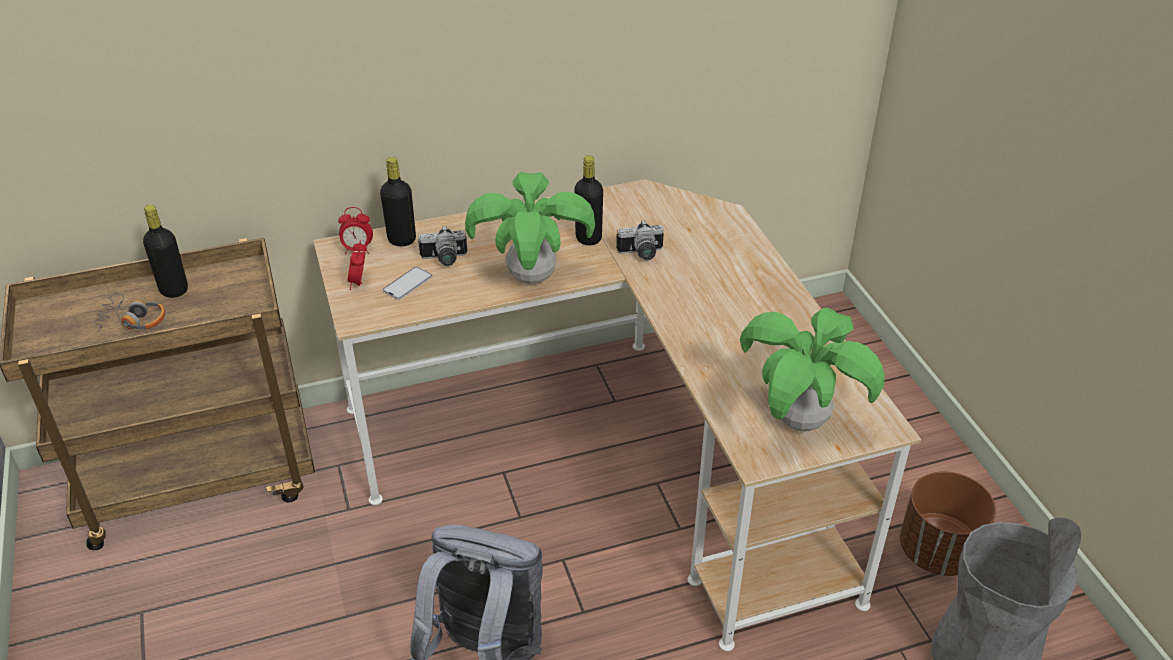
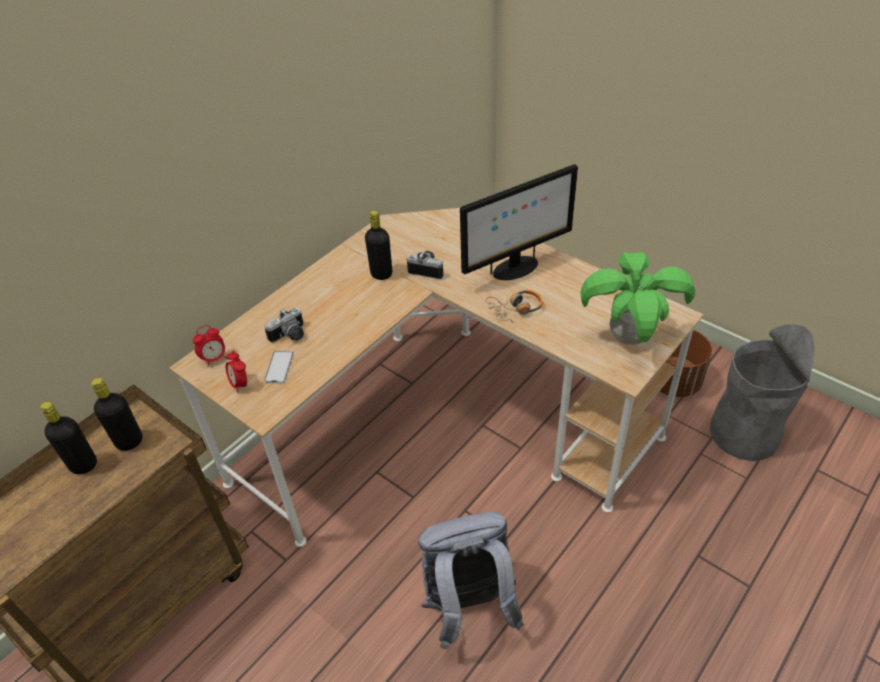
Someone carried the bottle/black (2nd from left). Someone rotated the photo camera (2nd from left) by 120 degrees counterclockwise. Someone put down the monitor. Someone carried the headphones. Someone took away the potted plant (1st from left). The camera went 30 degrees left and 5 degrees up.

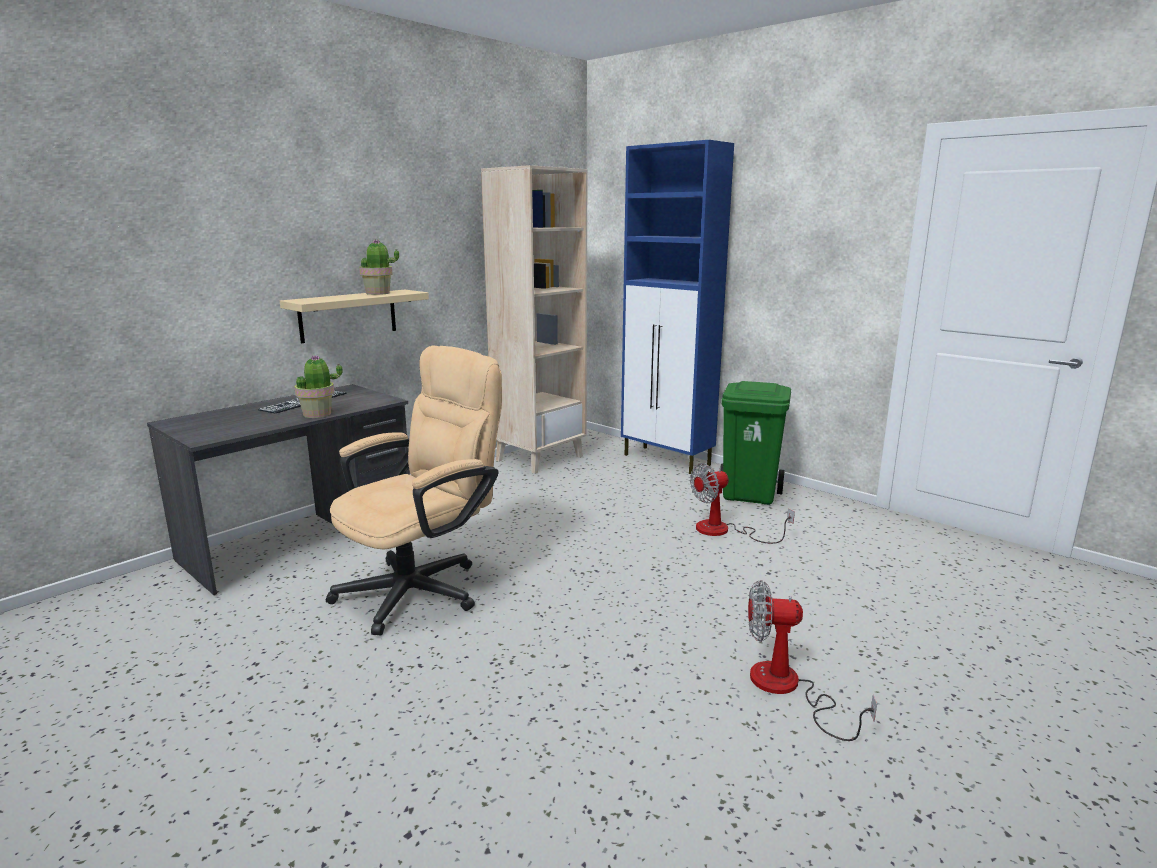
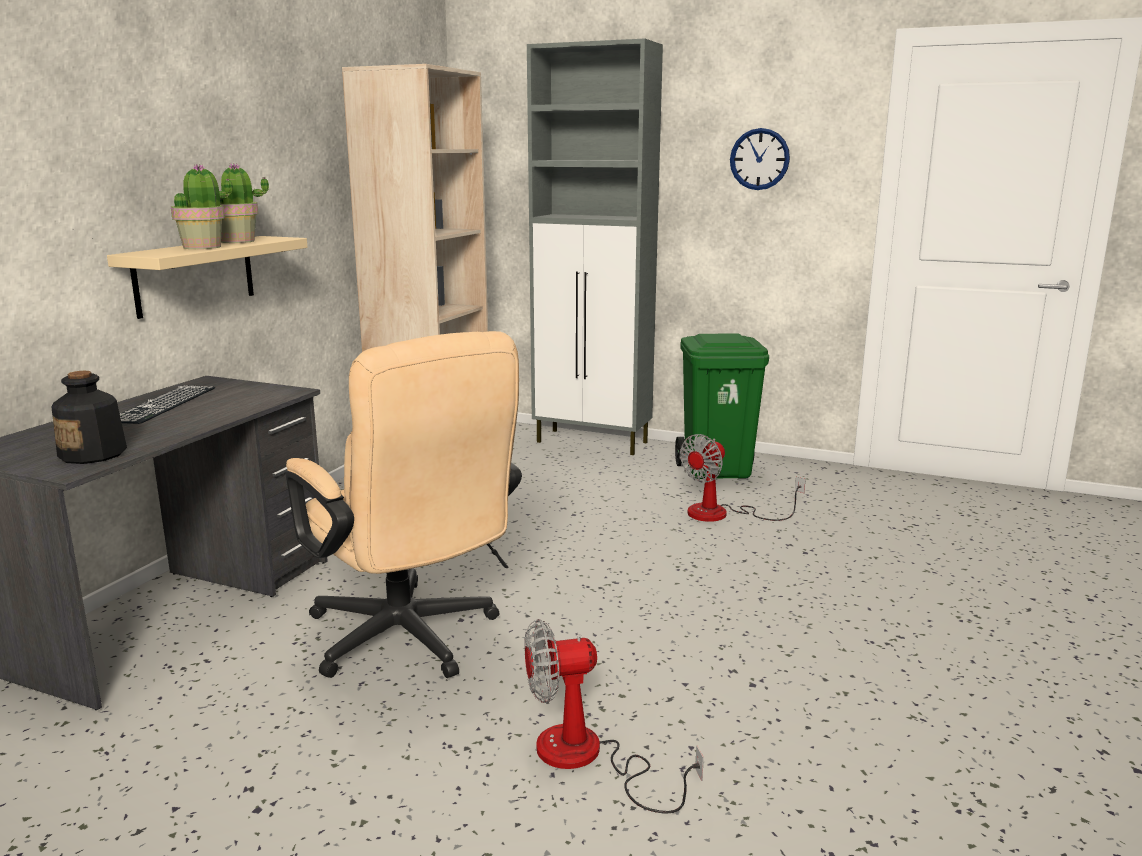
Someone put down the bottle. Someone carried the potted plant (1st from left). Someone rotated the office chair/beige by 120 degrees clockwise. Someone carried the fan (2nd from left in the first image). Someone repainted the cabinet/blue, which became the cabinet/grey. Someone put up the wall clock. The camera went 20 degrees left and 0 degrees up.

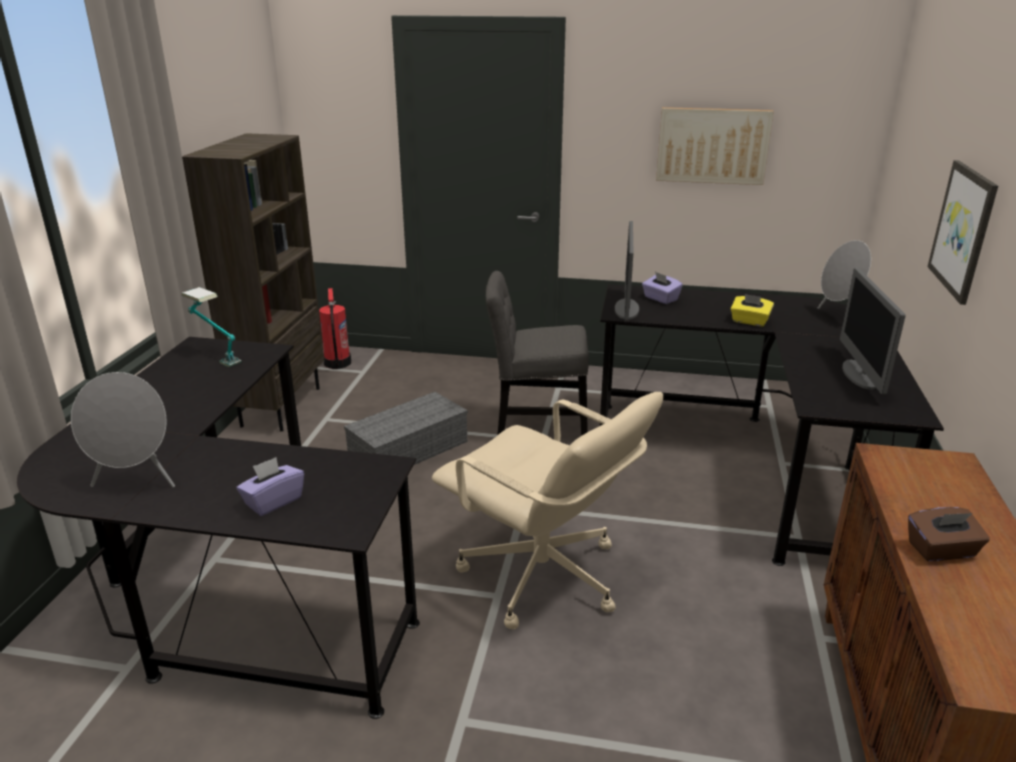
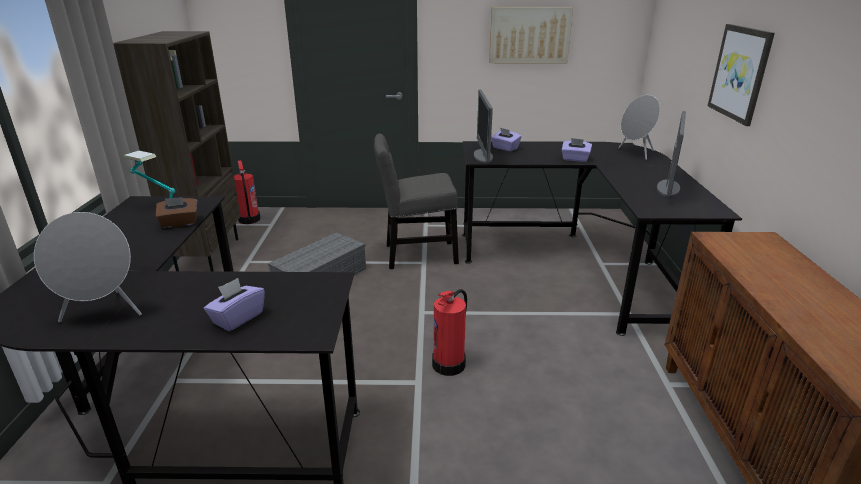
Someone carried the tissue box/brown. Someone swapped the office chair/beige for the fire extinguisher (2nd from left). Someone repainted the tissue box/yellow, which became the tissue box/purple (3rd from left). Someone rotated the monitor (2nd from left) by 150 degrees counterclockwise. The camera went 10 degrees left and 0 degrees up.

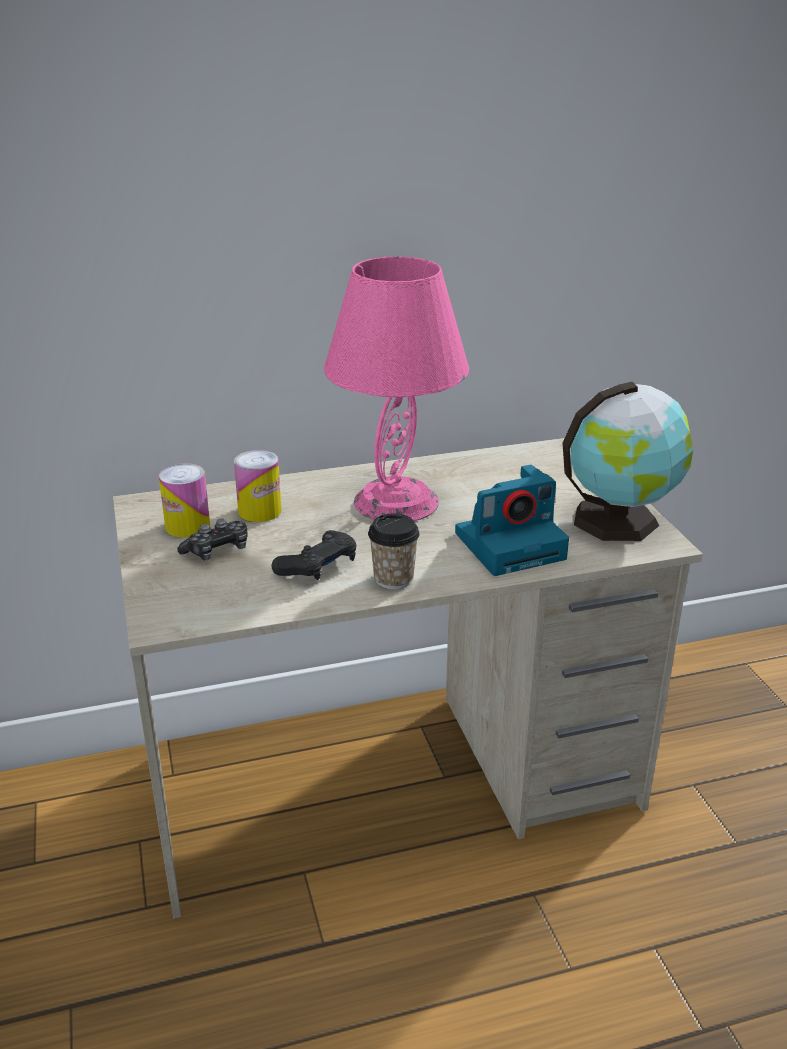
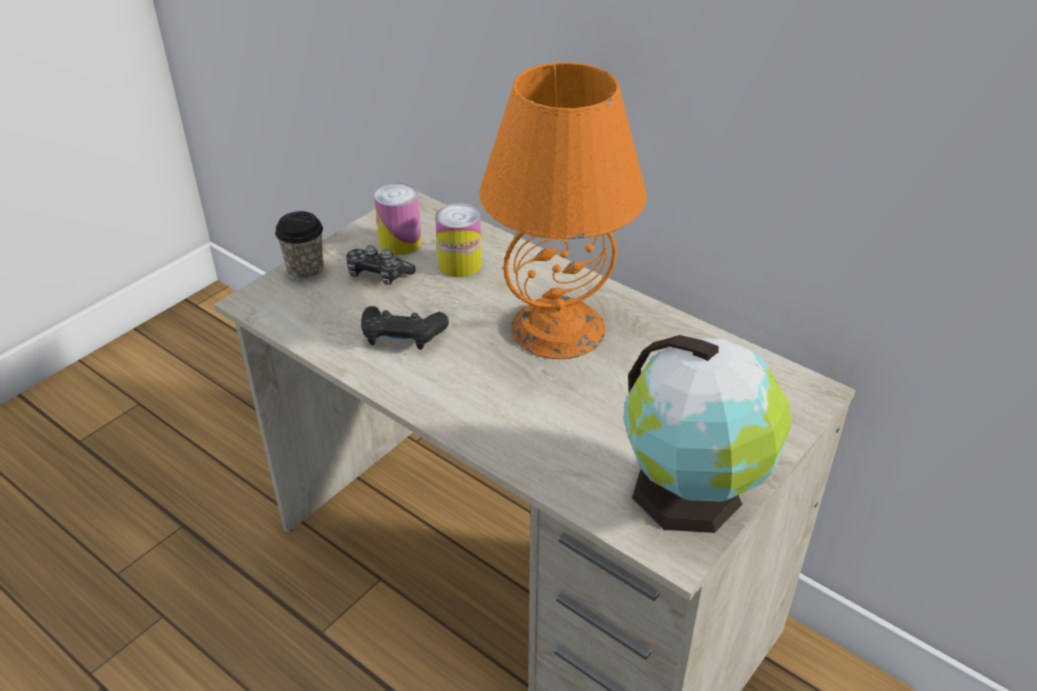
Someone carried the cup. Someone repainted the table lamp/pink, which became the table lamp/orange. Someone took away the photo camera. The camera went 55 degrees right and 10 degrees up.

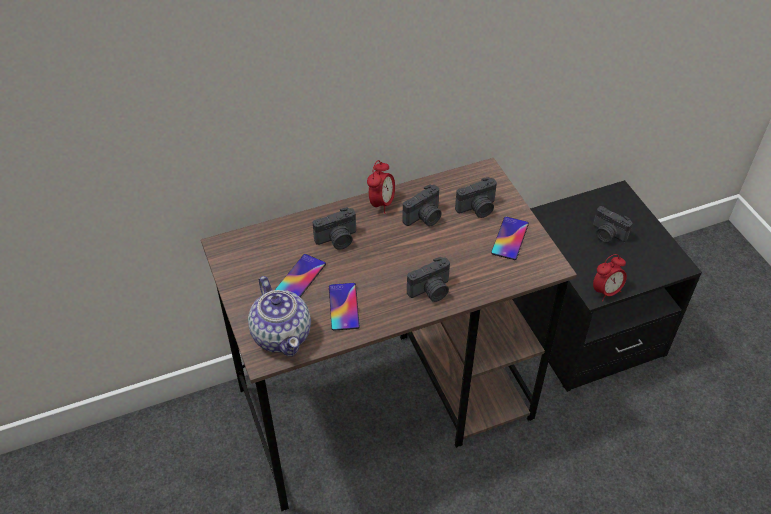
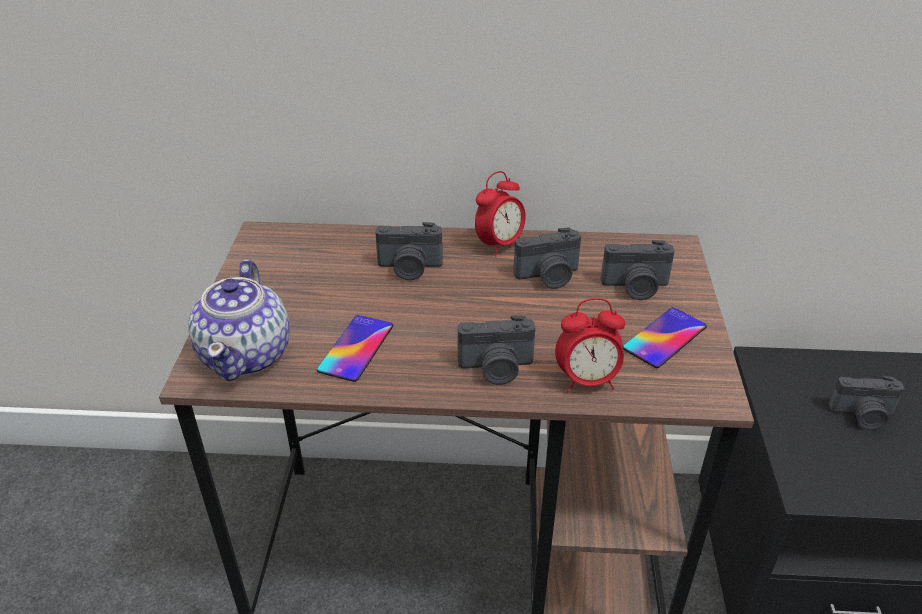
Someone carried the alarm clock (2nd from left). Someone rotated the photo camera (5th from left) by 60 degrees counterclockwise. Someone took away the phone (1st from left). The camera went 25 degrees right and 10 degrees down.

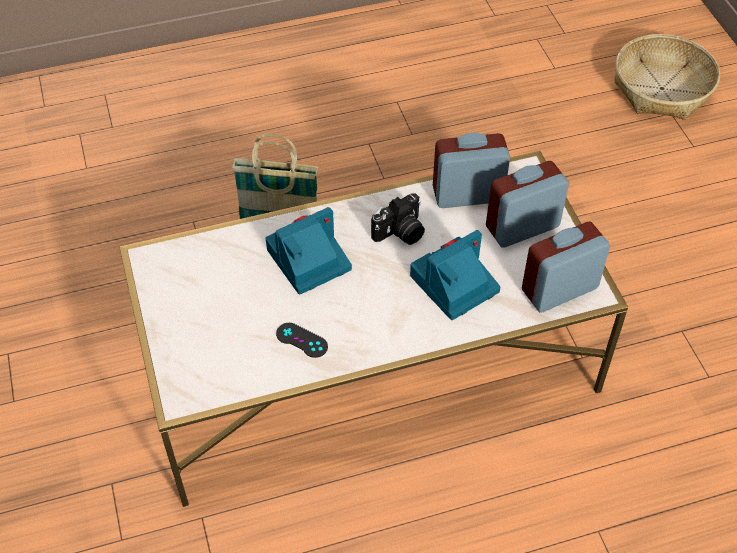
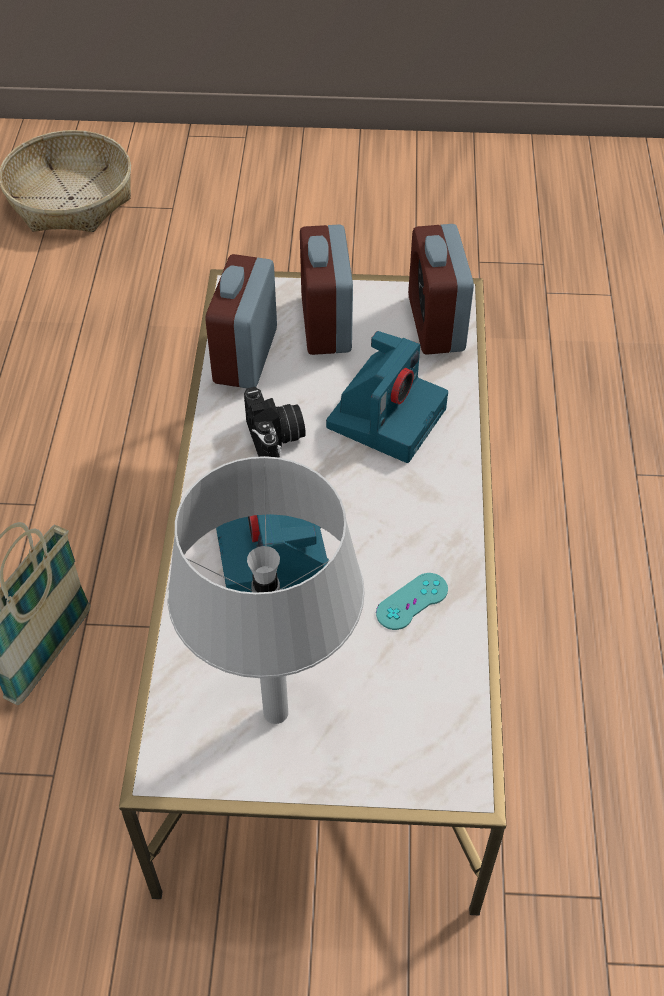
Someone put down the table lamp/grey. Someone rotated the photo camera (3rd from left) by 135 degrees counterclockwise. Someone repainted the game controller/black, which became the game controller/turquoise. The camera went 70 degrees left and 0 degrees up.

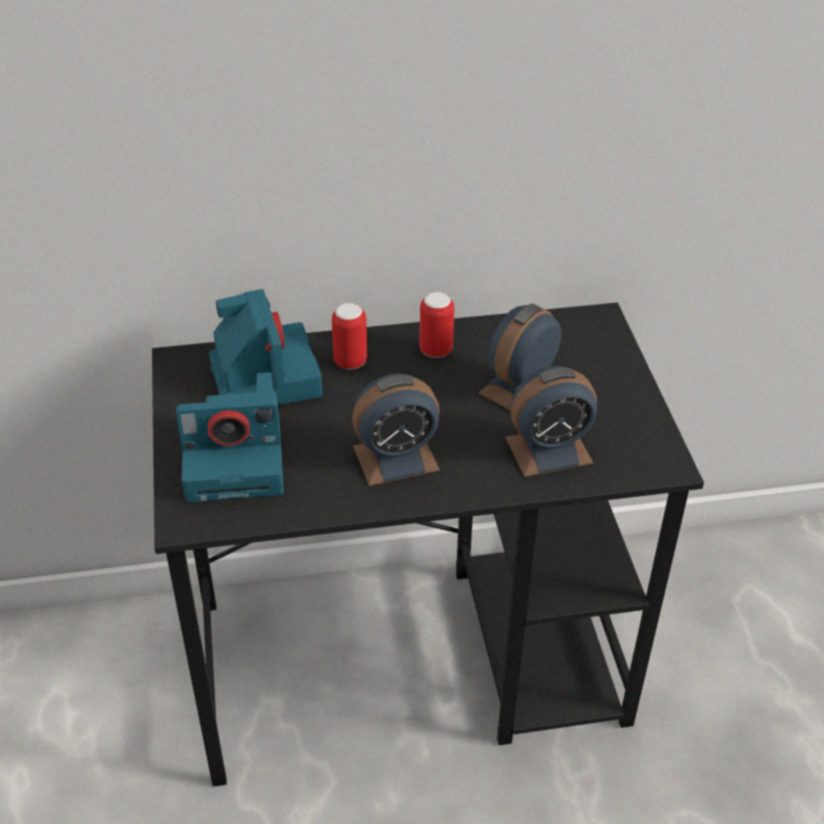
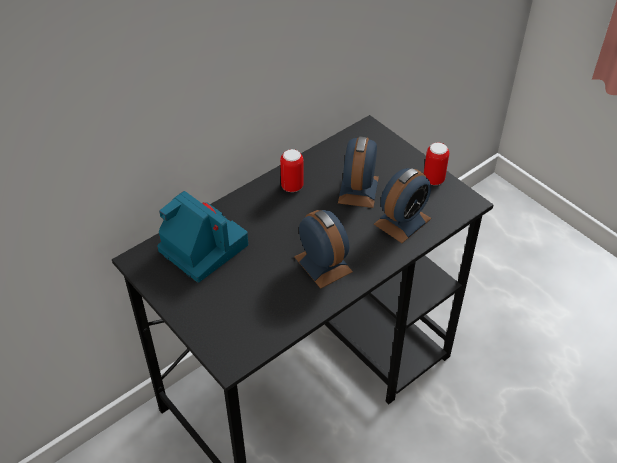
Someone rotated the alarm clock (1st from left) by 75 degrees counterclockwise. Someone carried the can (1st from left in the first image). Someone took away the photo camera (1st from left). The camera went 30 degrees left and 5 degrees up.

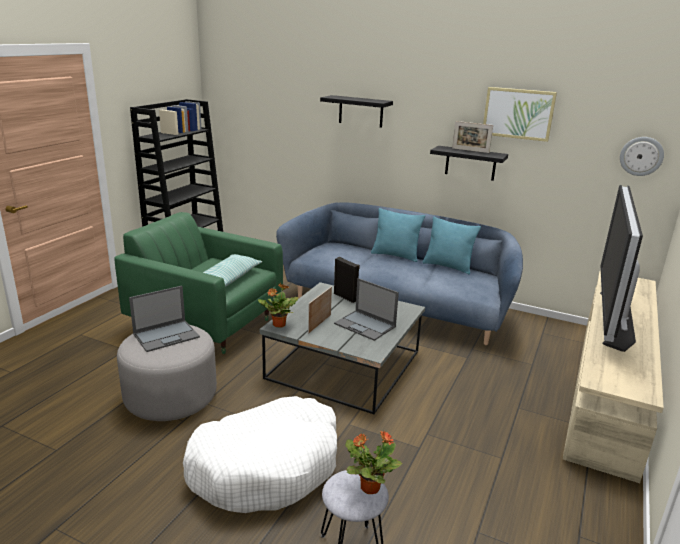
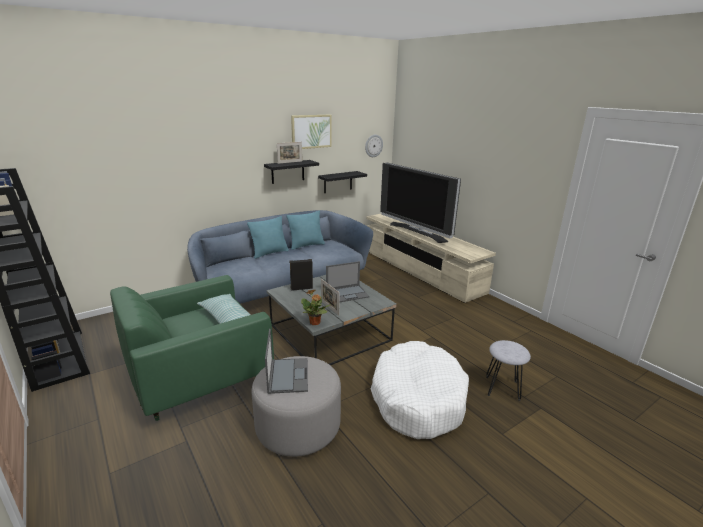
Someone carried the shelf/black (1st from left in the first image). Someone took away the potted plant (2nd from left). The camera went 60 degrees left and 0 degrees up.

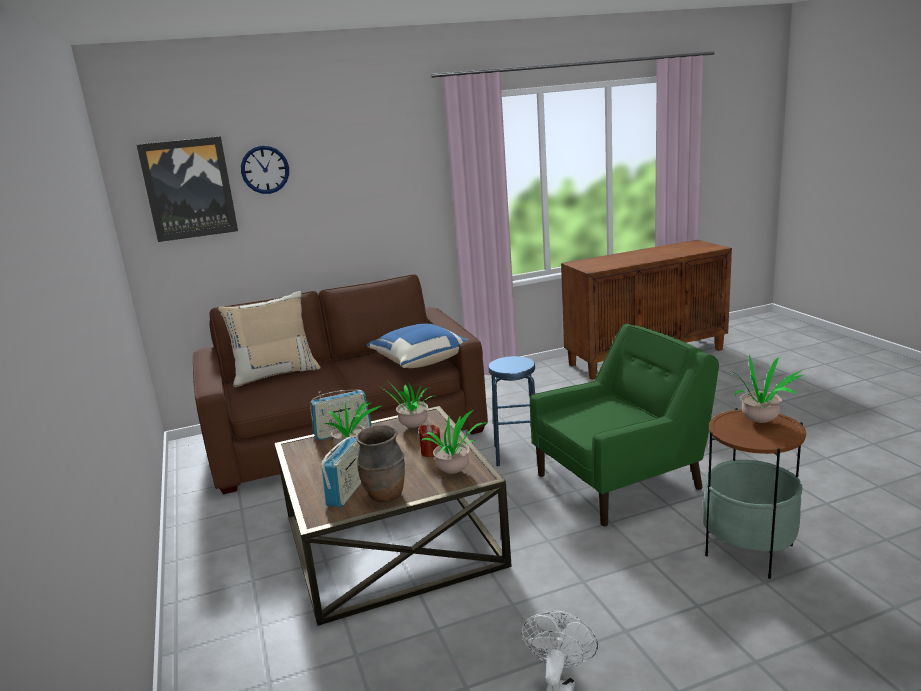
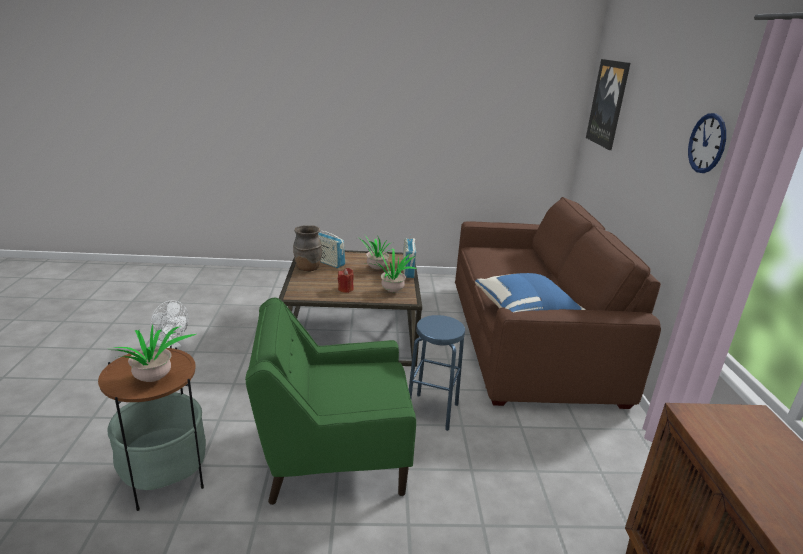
Someone rotated the armchair/green by 90 degrees clockwise. Someone carried the wall clock. Someone took away the pillow/beige. Someone took away the potted plant (3rd from left). The camera went 105 degrees right and 5 degrees up.

